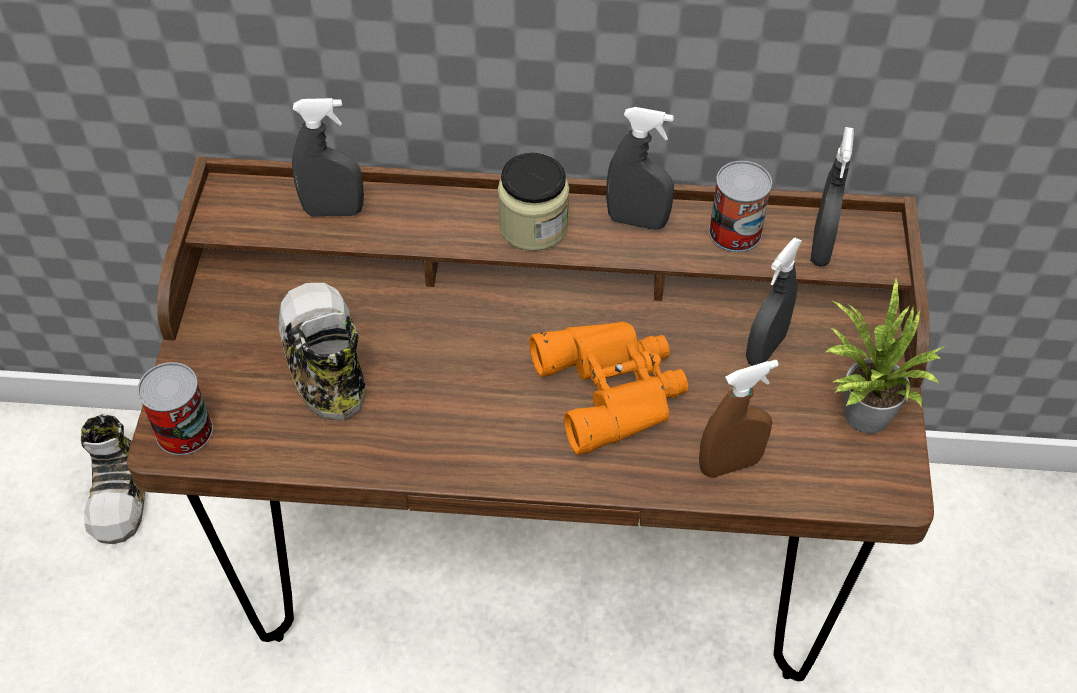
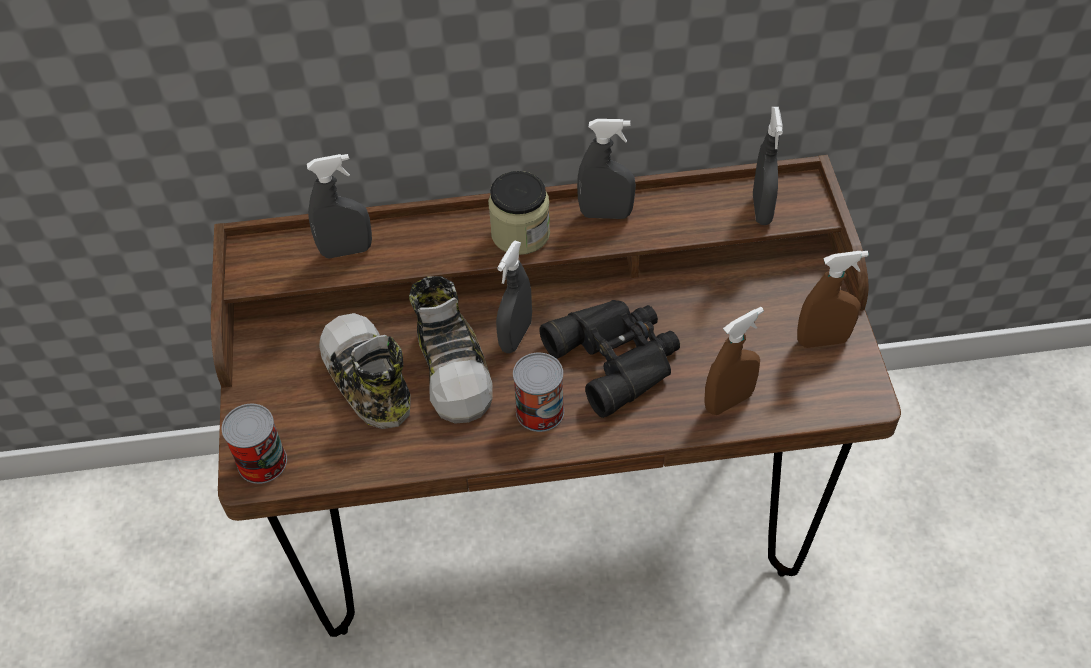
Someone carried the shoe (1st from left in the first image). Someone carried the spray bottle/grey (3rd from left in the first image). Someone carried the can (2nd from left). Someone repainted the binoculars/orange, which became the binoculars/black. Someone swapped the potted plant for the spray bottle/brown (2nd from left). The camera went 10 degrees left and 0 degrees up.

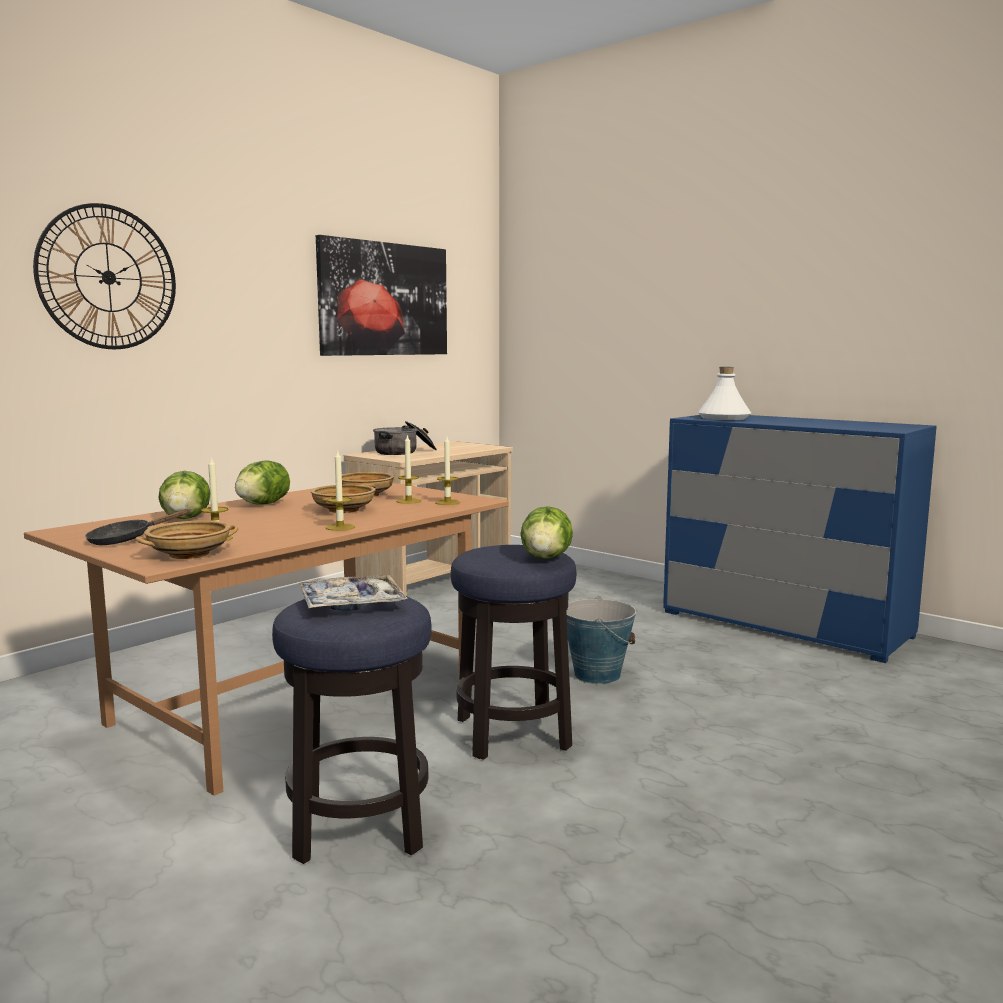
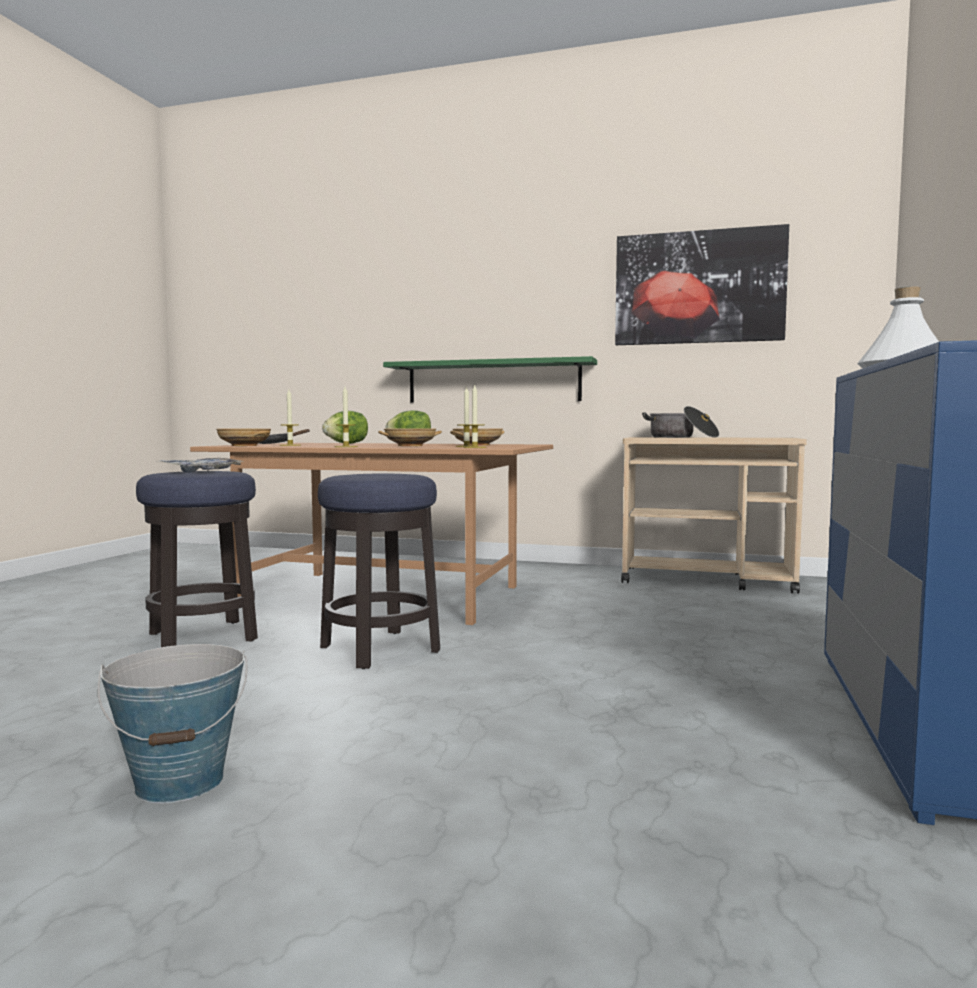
Someone carried the bucket. Someone put up the shelf/green. Someone took away the wall clock. Someone took away the lettuce (3rd from left). The camera went 65 degrees right and 5 degrees down.

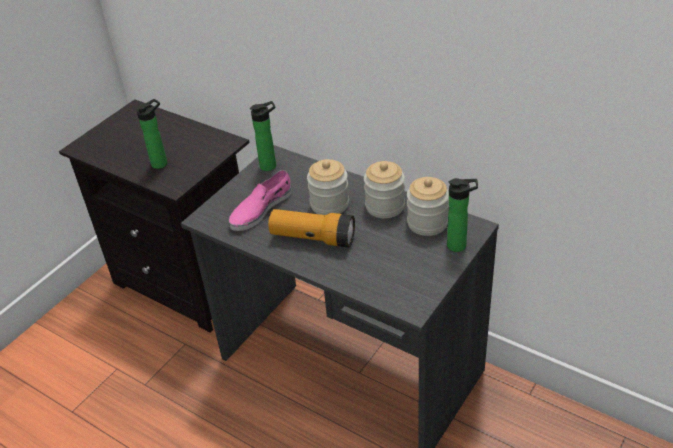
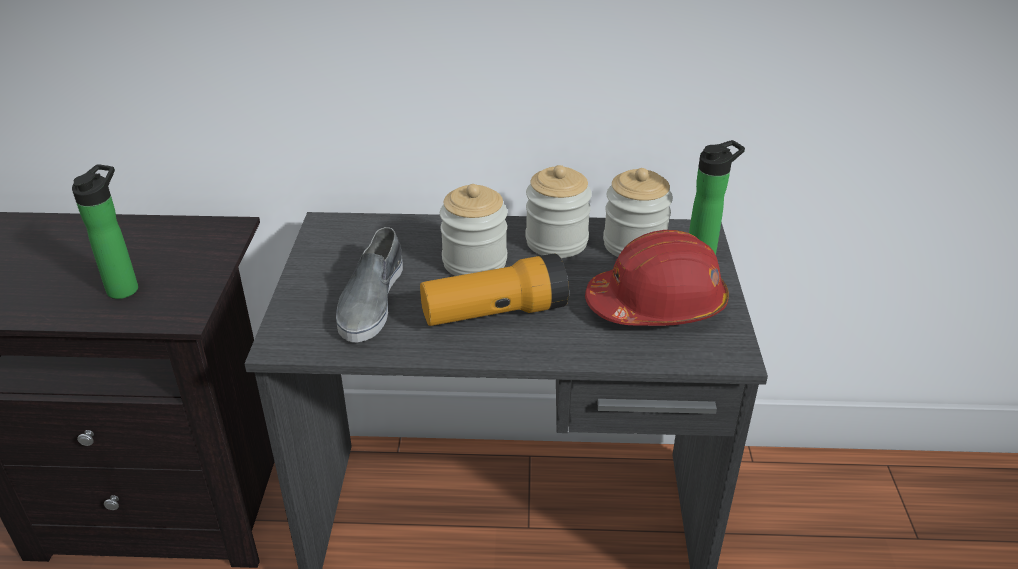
Someone repainted the shoe/pink, which became the shoe/grey. Someone put down the hard hat/red. Someone took away the bottle (2nd from left). The camera went 35 degrees left and 5 degrees down.

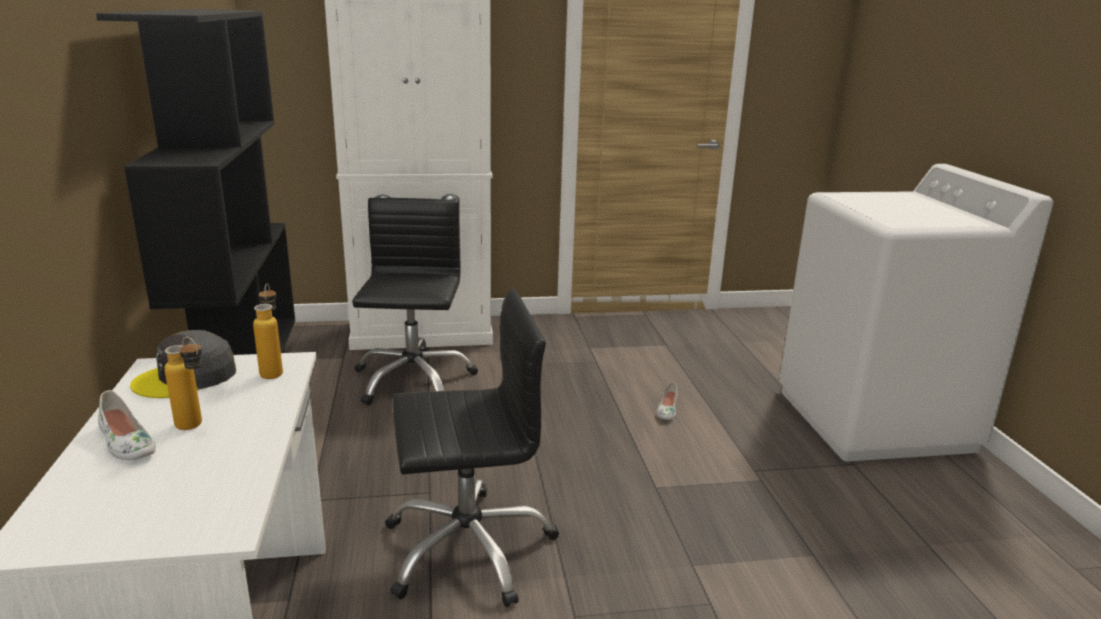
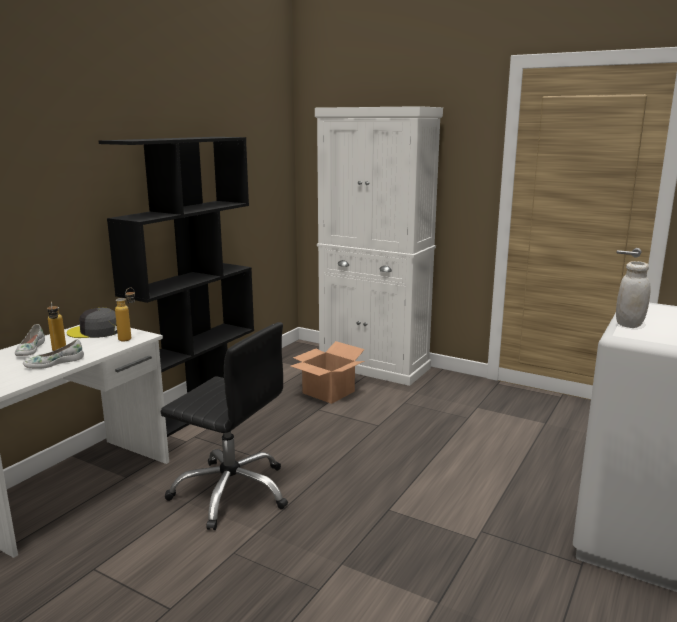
Someone carried the shoe/white (2nd from left). Someone swapped the office chair/black (1st from left) for the cardboard box. Someone put down the jar/white. The camera went 40 degrees right and 5 degrees down.

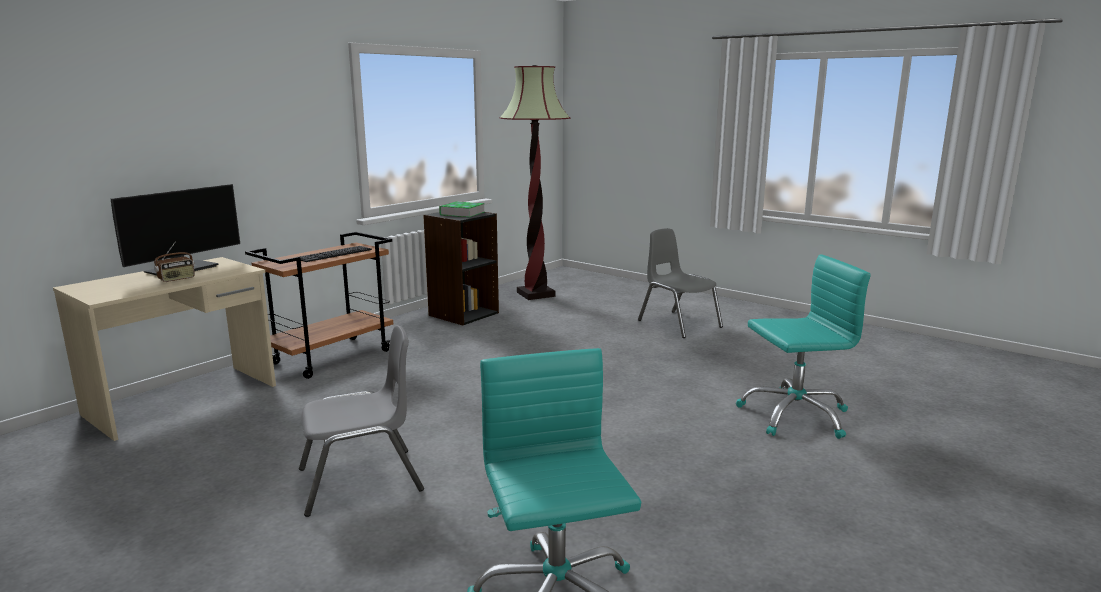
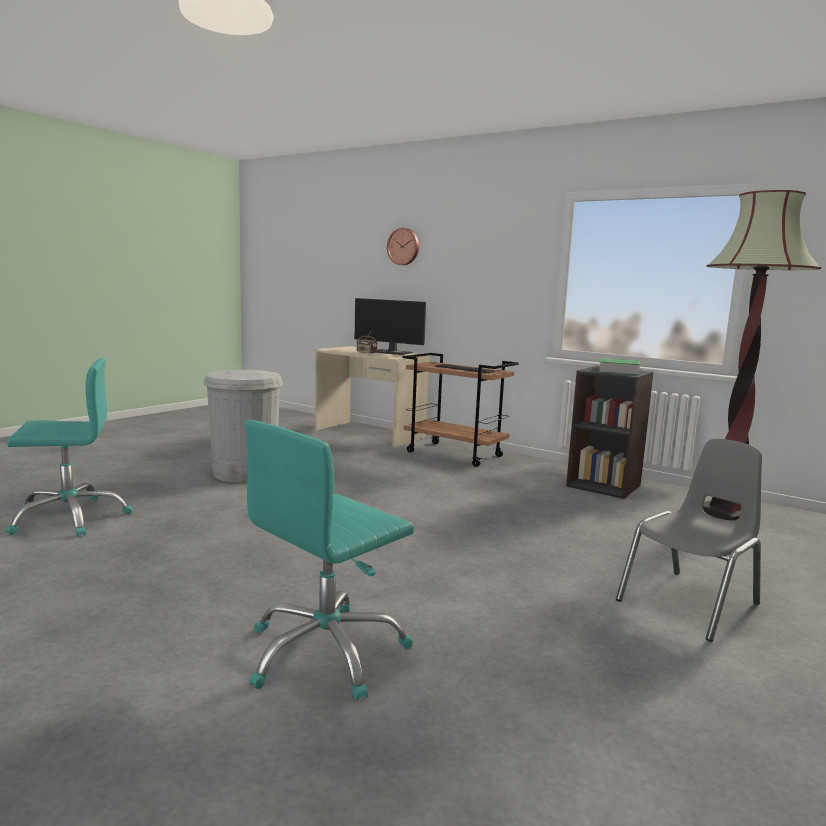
Someone swapped the chair/grey (1st from left) for the trash can/white. Someone rotated the office chair/turquoise (2nd from left) by 60 degrees clockwise. Someone put up the wall clock. The camera went 85 degrees right and 5 degrees down.

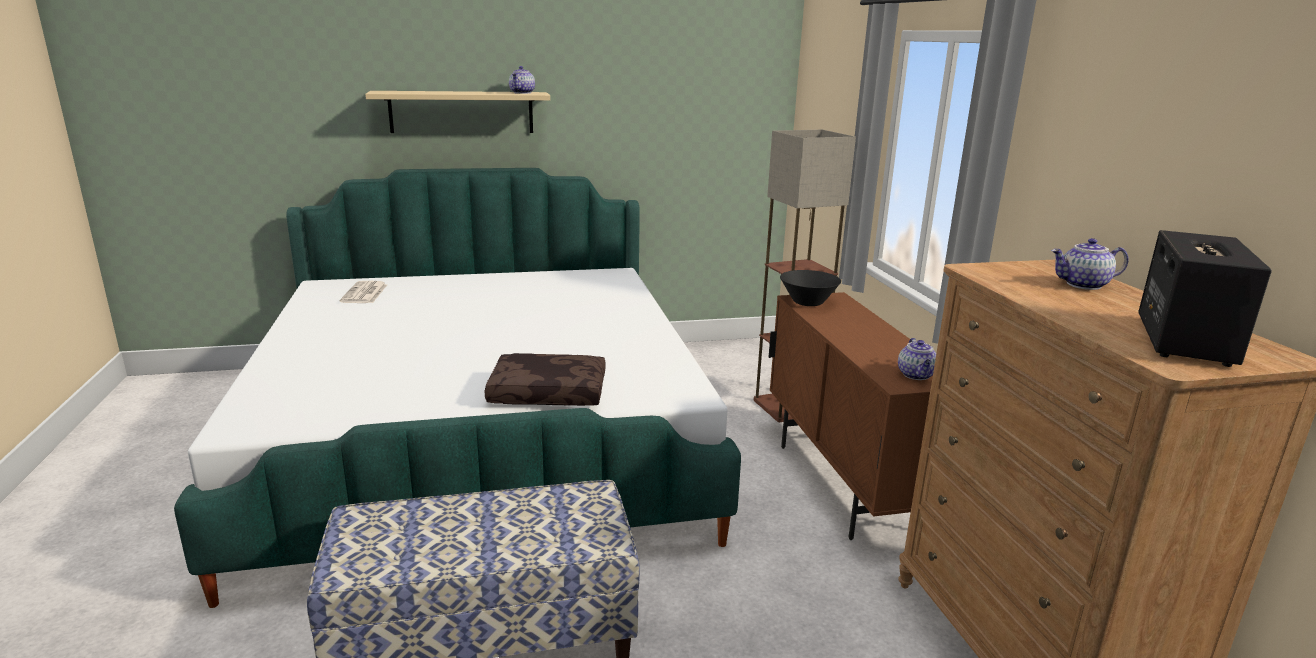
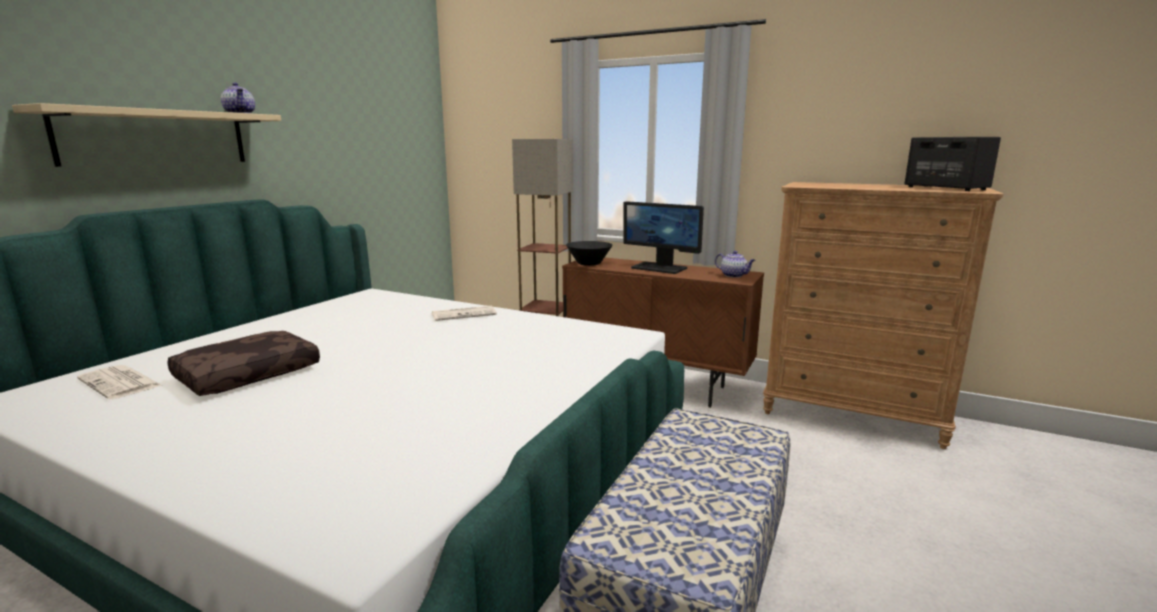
Someone carried the pillow/brown. Someone put down the newspaper (2nd from left). Someone put down the monitor. Someone took away the teapot (3rd from left). The camera went 50 degrees left and 5 degrees down.

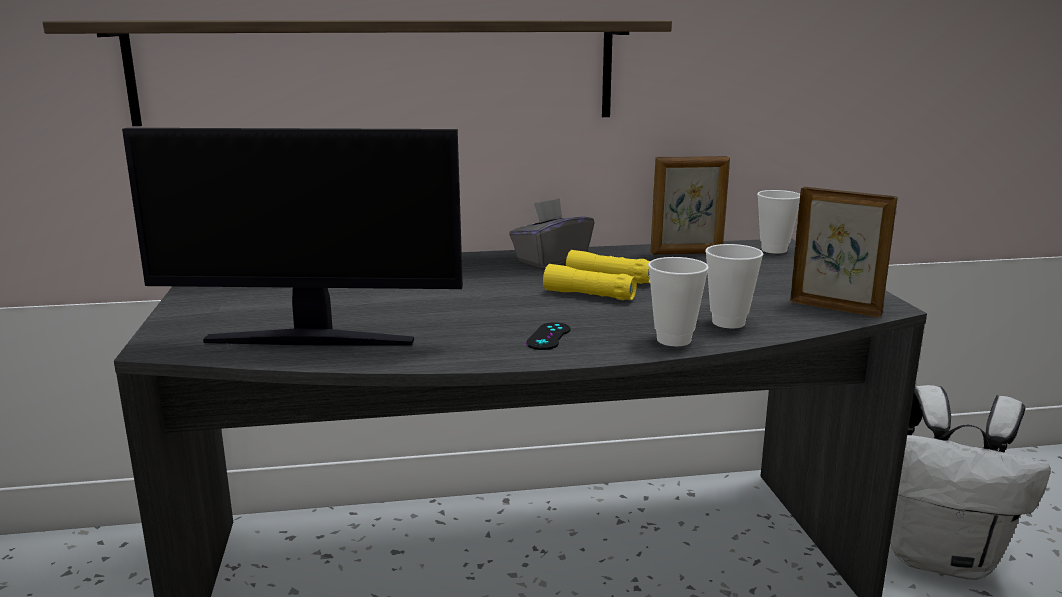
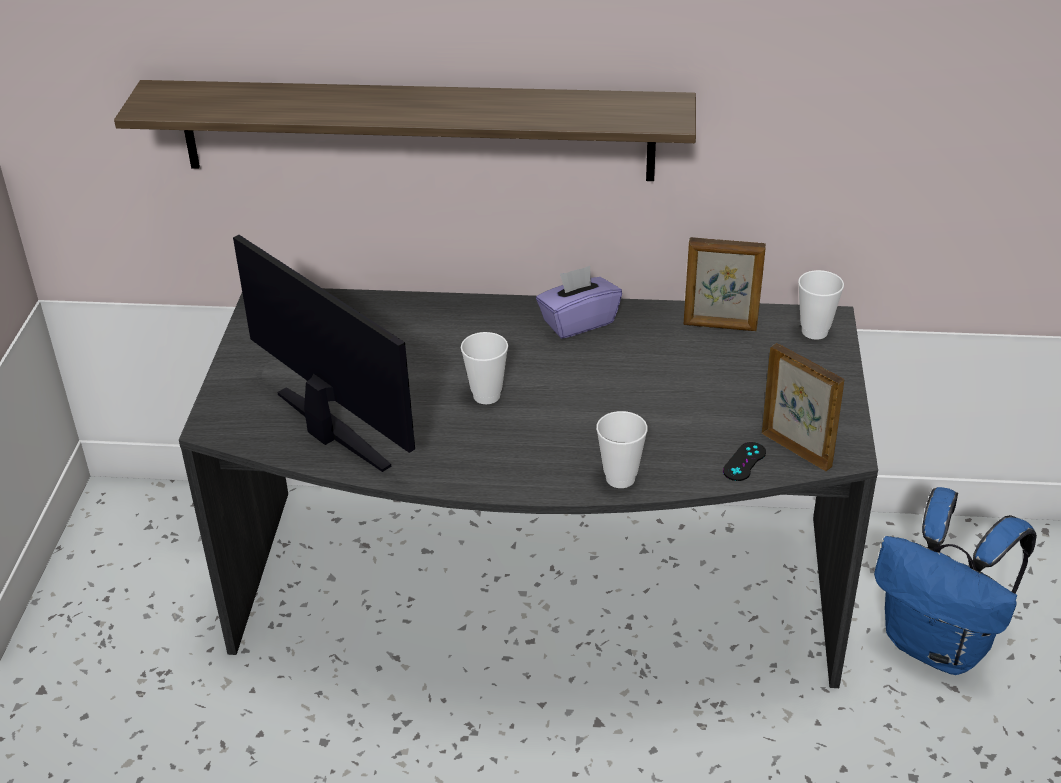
Someone rotated the monitor by 150 degrees counterclockwise. Someone carried the cup (2nd from left in the first image). Someone repainted the tissue box/grey, which became the tissue box/purple. Someone carried the game controller/black. Someone repainted the backpack/white, which became the backpack/blue. Someone took away the binoculars/yellow. The camera went 15 degrees right and 20 degrees up.

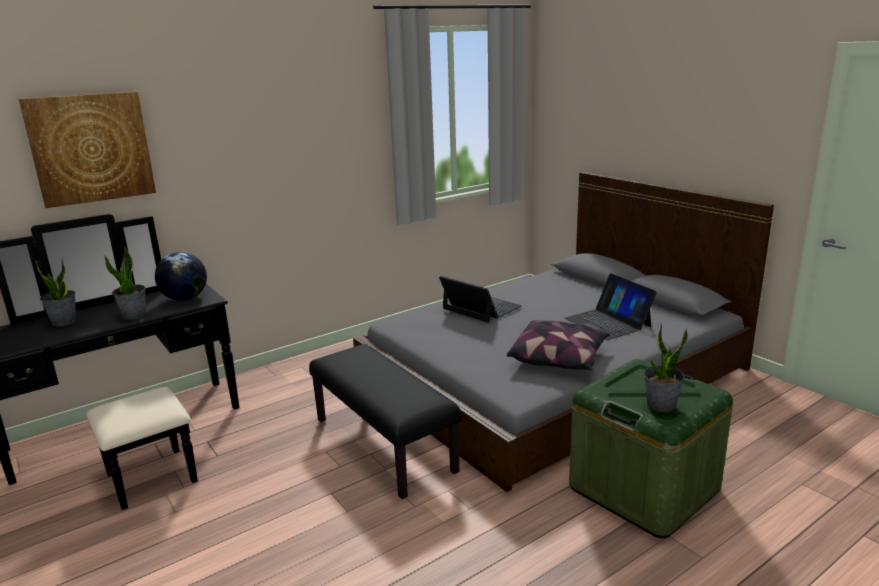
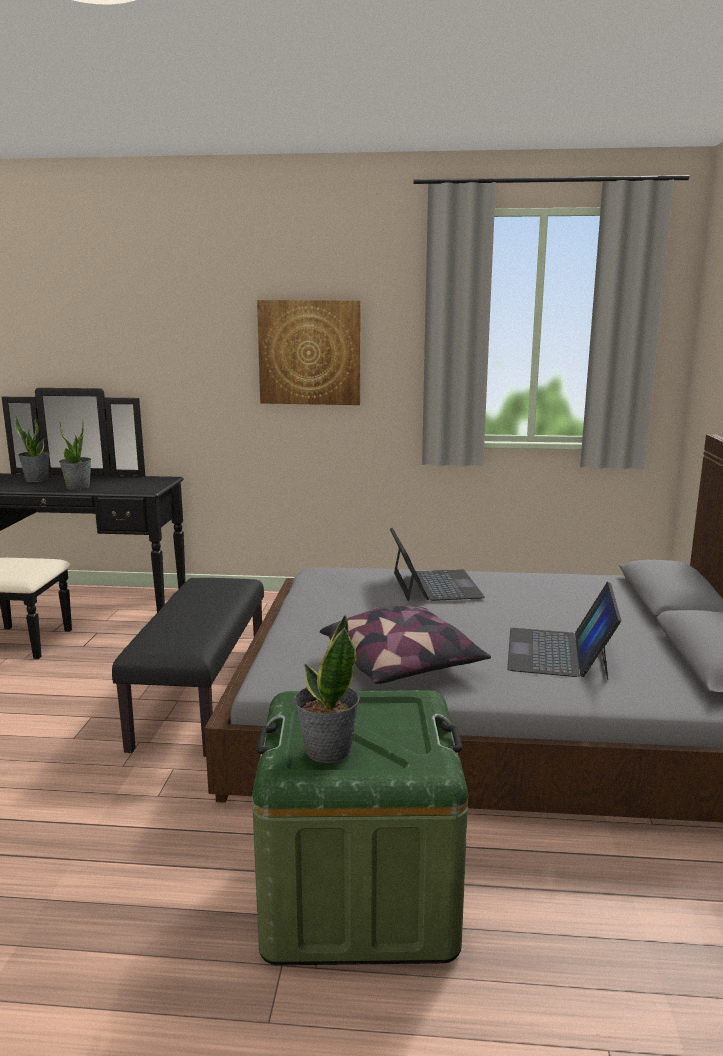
Someone carried the picture. Someone took away the globe. The camera went 40 degrees right and 5 degrees down.

